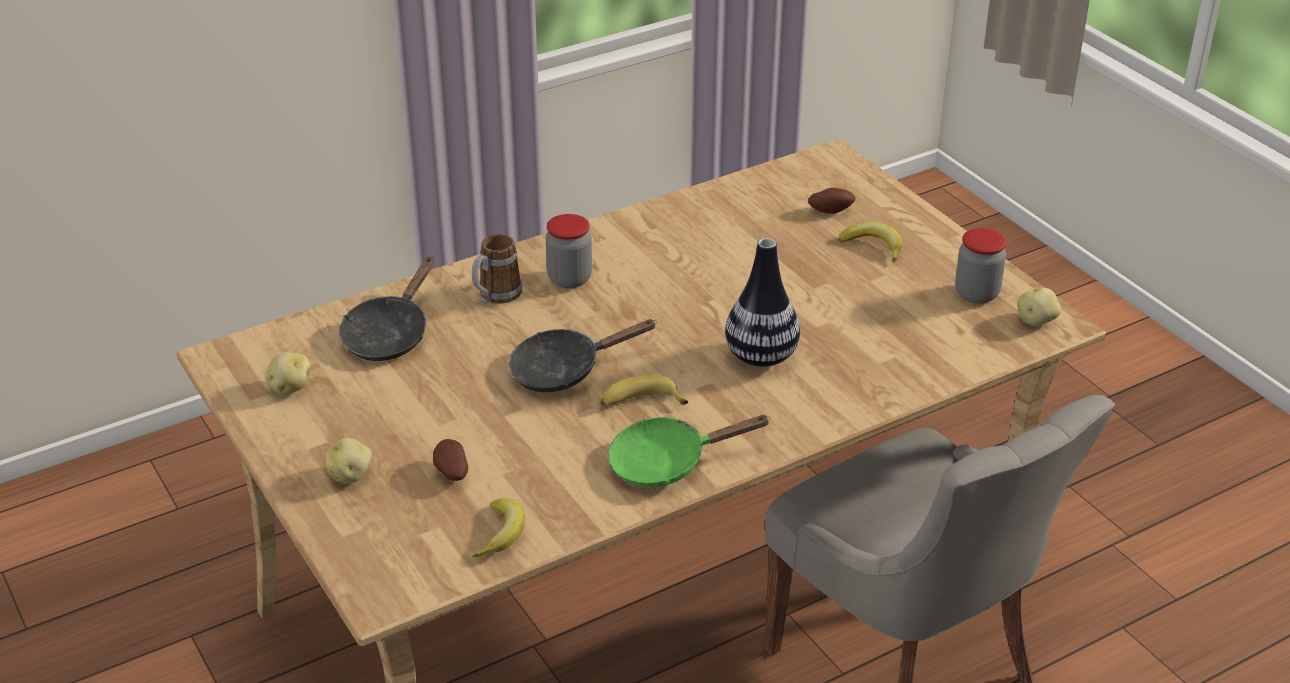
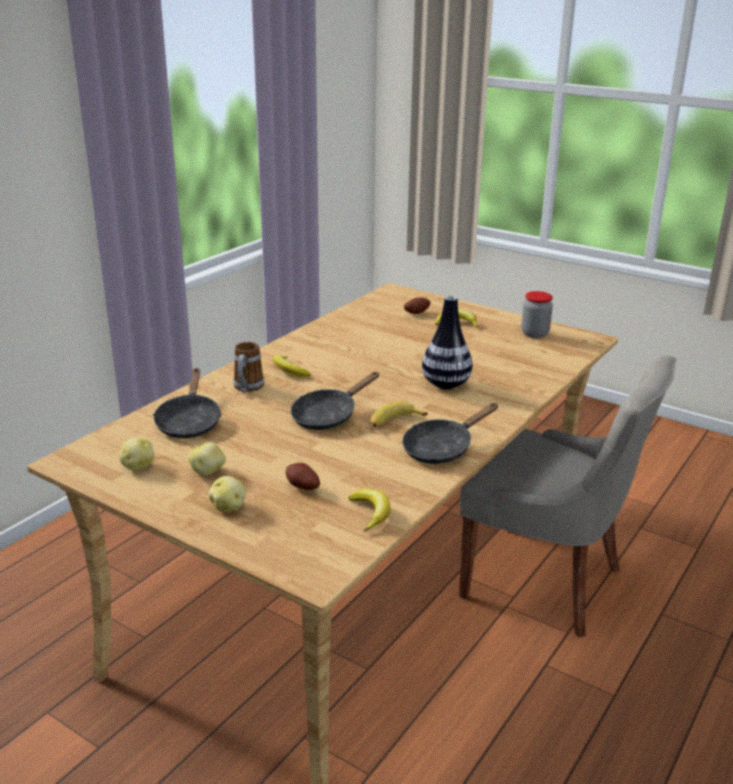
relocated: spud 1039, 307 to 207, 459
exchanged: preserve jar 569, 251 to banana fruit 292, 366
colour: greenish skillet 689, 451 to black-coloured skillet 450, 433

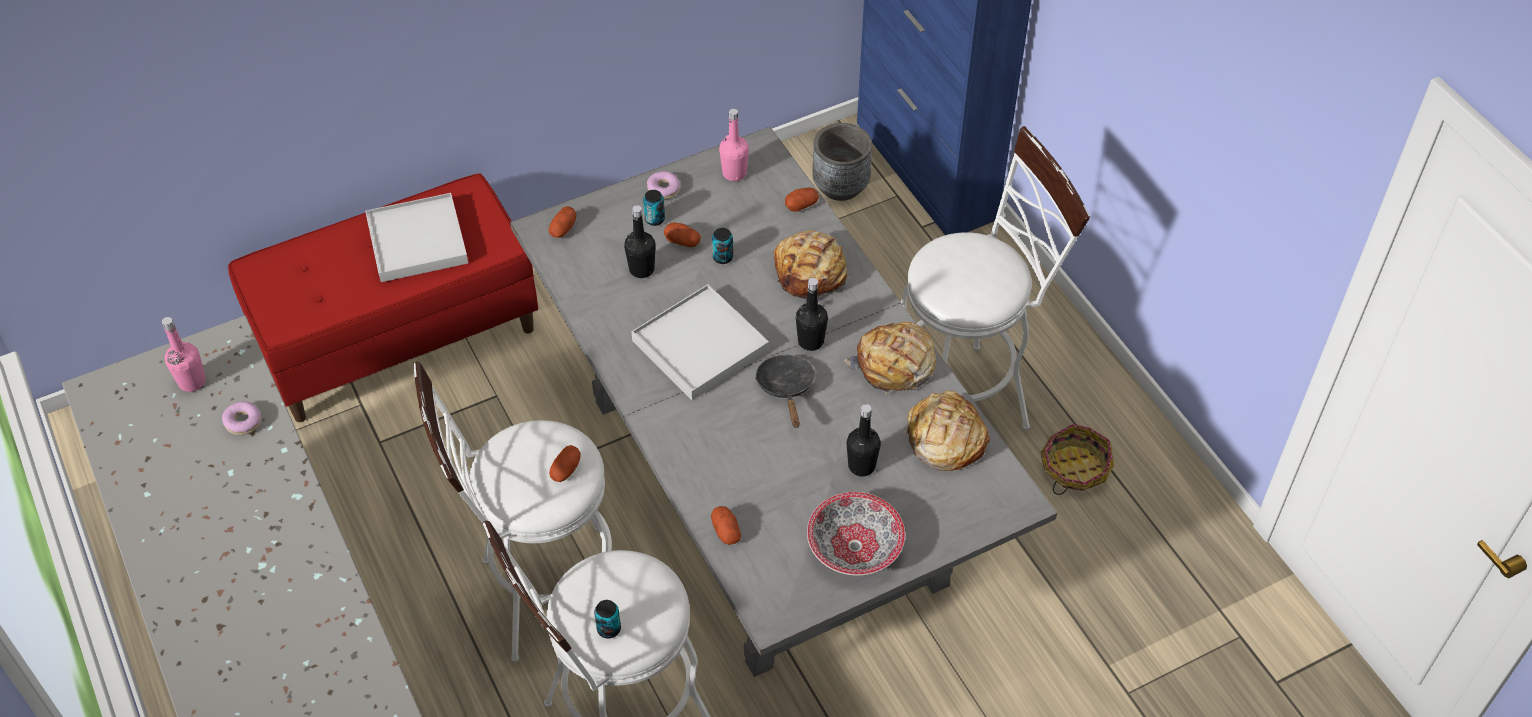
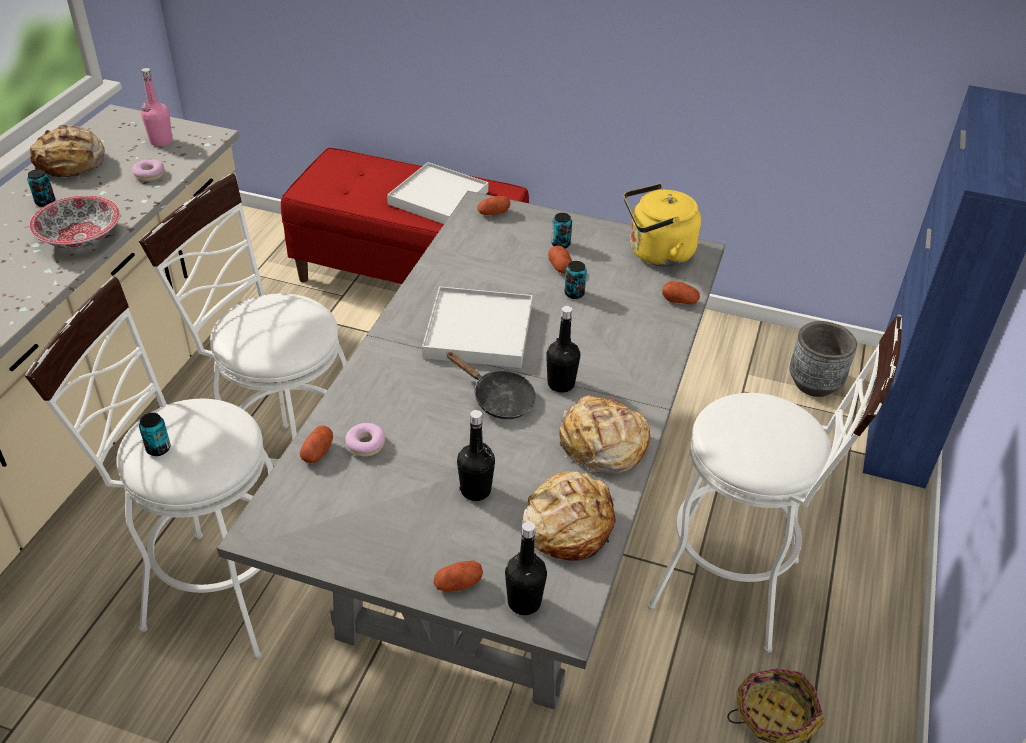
appeared: sealed can 41, 188
relocated: baked bread 812, 267 to 66, 151; serving bowl 856, 534 to 74, 222; doughnut 663, 185 to 365, 440; spud 564, 463 to 458, 576; black-coloured drink bottle 640, 241 to 526, 568
exchanged: pink-coloured drink bottle 734, 145 to yellow tea kettle 662, 225
spun: black-coloured skillet 785, 391 = 491, 385 90 degrees clockwise

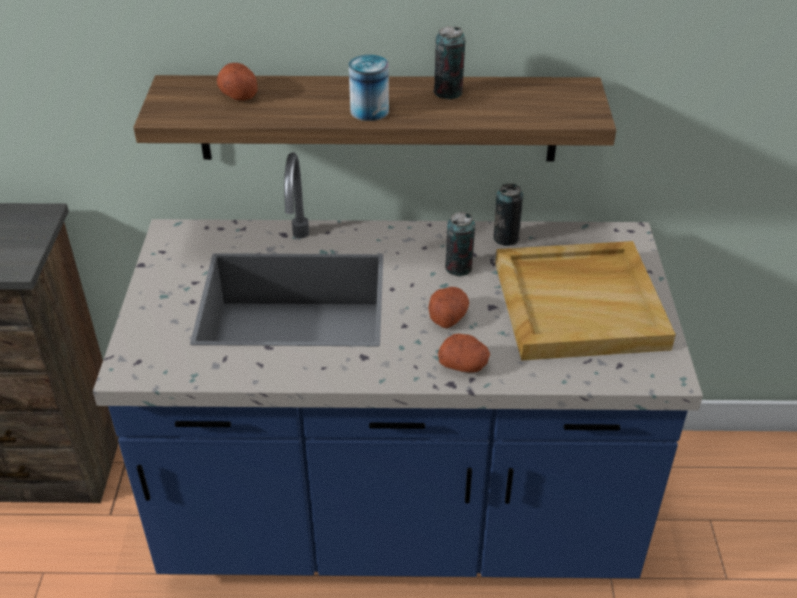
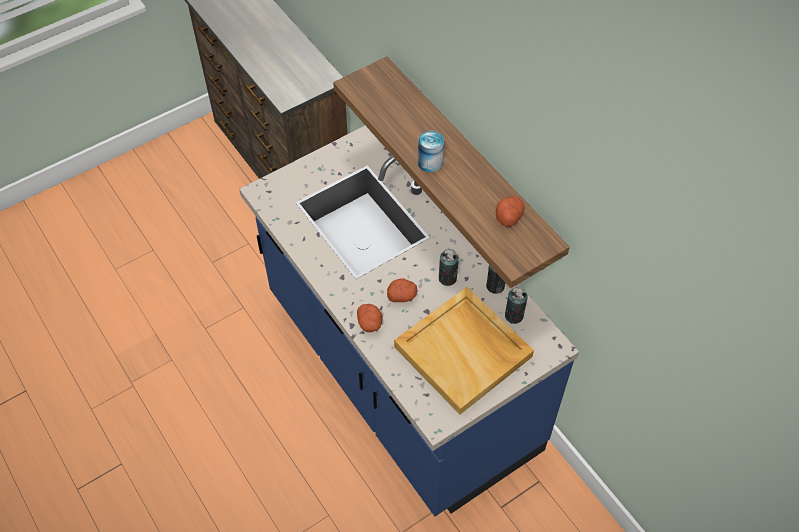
relocated: spud 237, 82 to 510, 211; sealed can 449, 62 to 516, 305

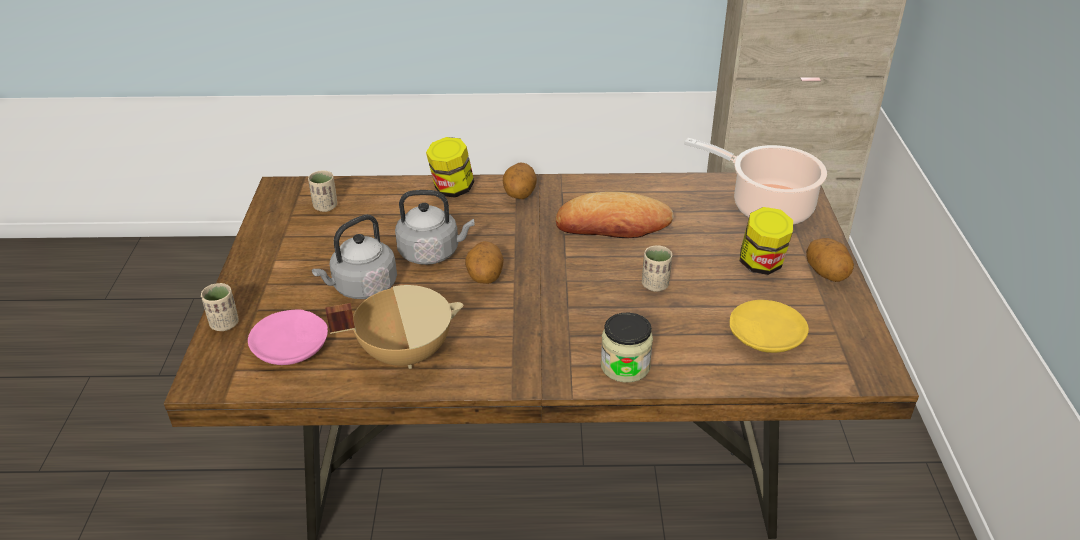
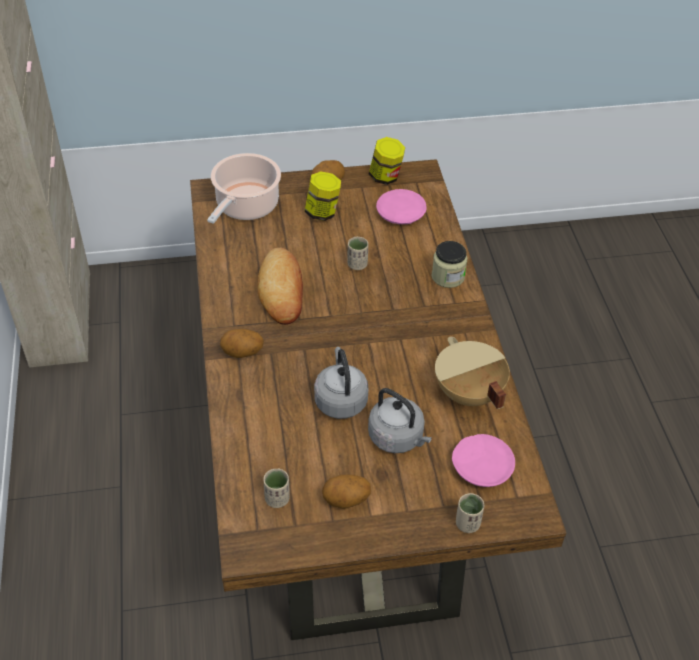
relocated: spud 484, 262 to 346, 492; preserve jar 450, 167 to 387, 161
colour: yellow dinner plate 769, 326 to pink-coloured dinner plate 401, 206

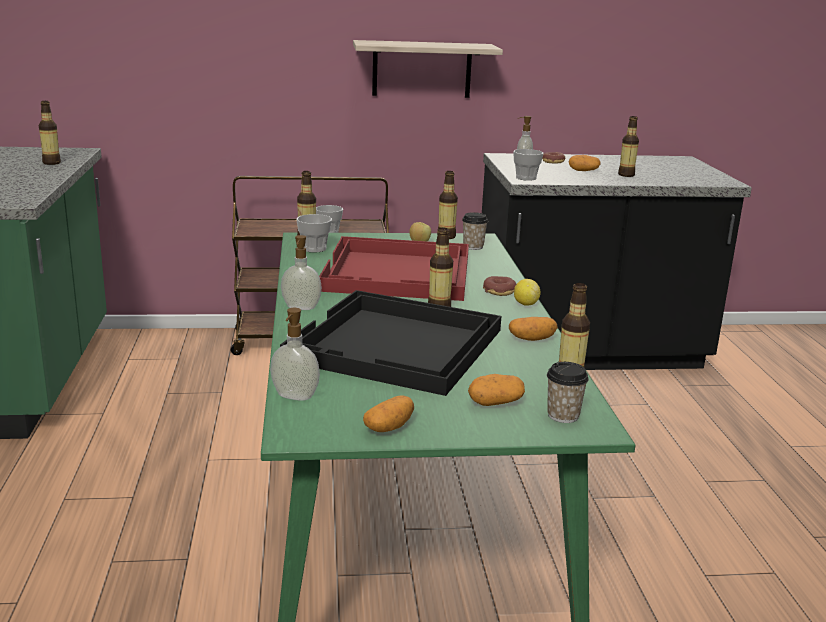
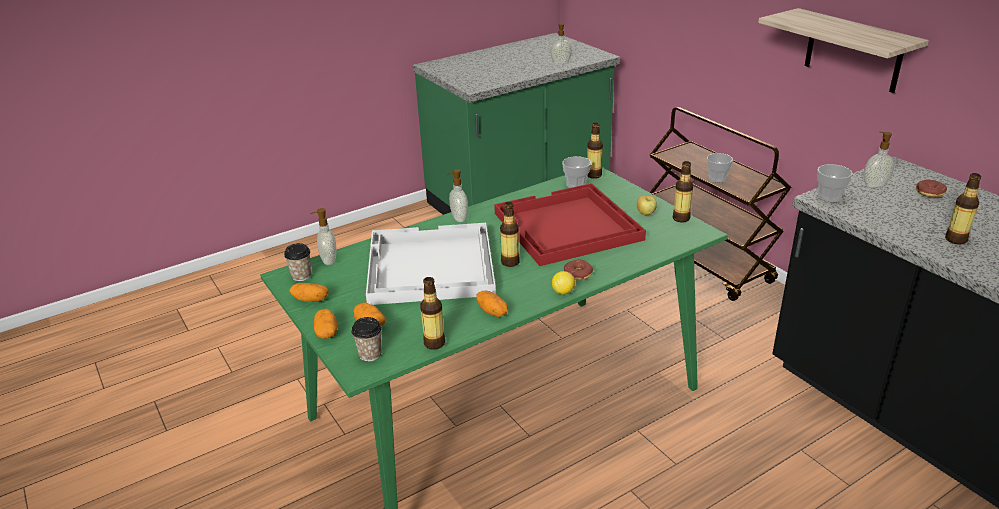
relocated: drinking cup 475, 231 to 297, 262; spud 585, 163 to 325, 324
exchanged: drink bottle 50, 133 to soap bottle 561, 43
colour: black-coloured tray 390, 343 to white tray 431, 264

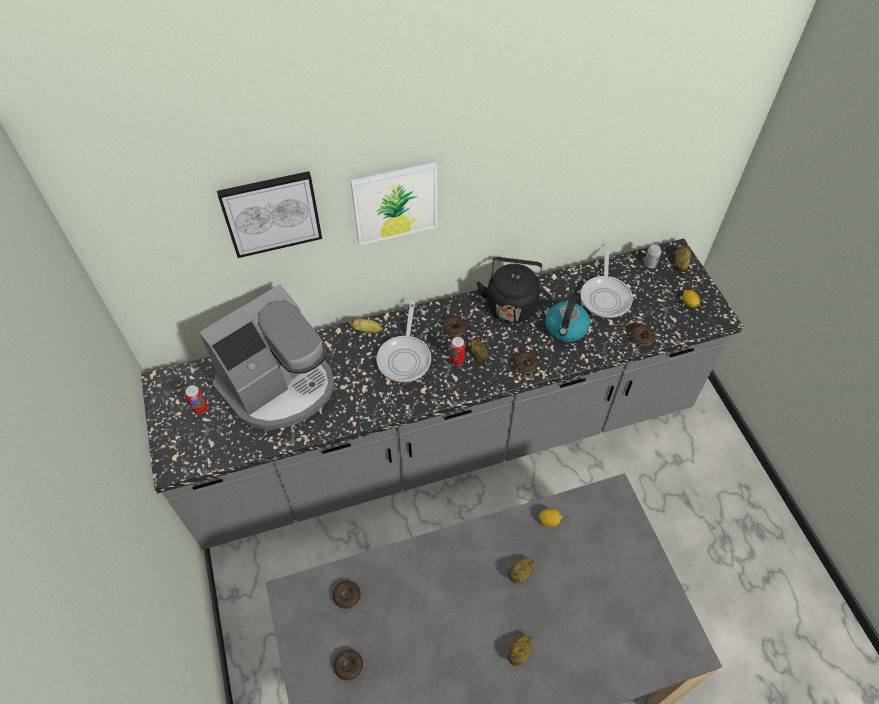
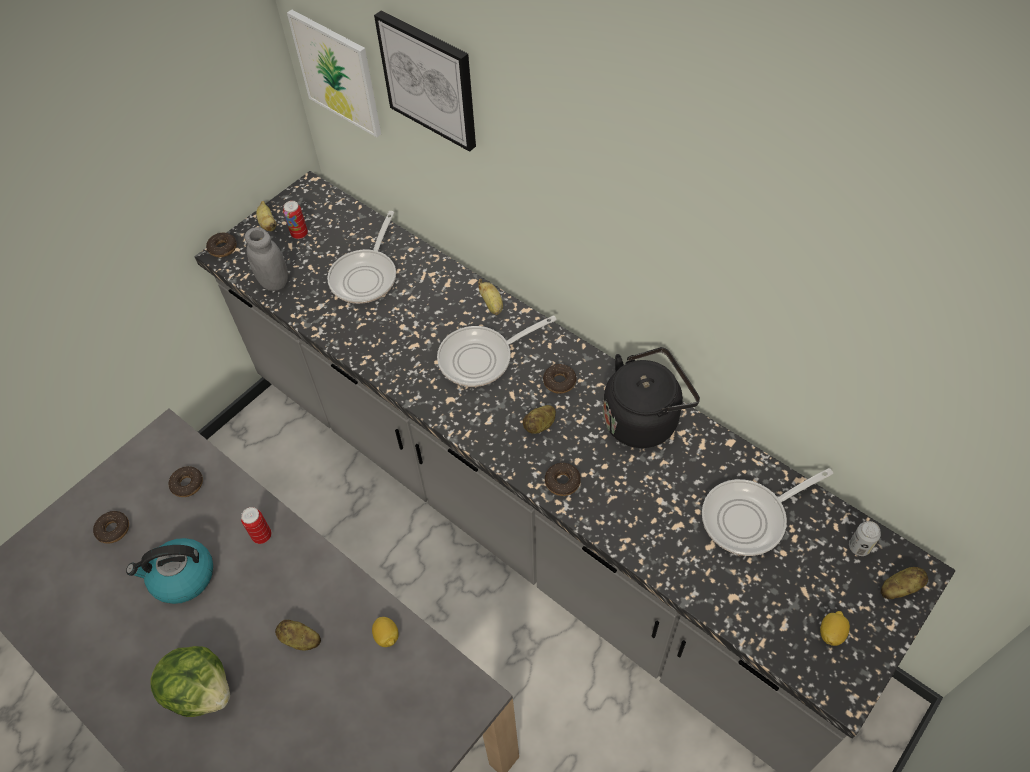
appeared: grey preserve jar 266, 259; banana fruit 266, 216
relocated: tea kettle 567, 318 to 169, 571; doughnut 643, 335 to 221, 245; sealed can 457, 351 to 256, 525; wall picture 393, 204 to 334, 73
exchanged: spud 519, 650 to lettuce head 190, 681; coffee brewer 267, 357 to skillet 361, 257

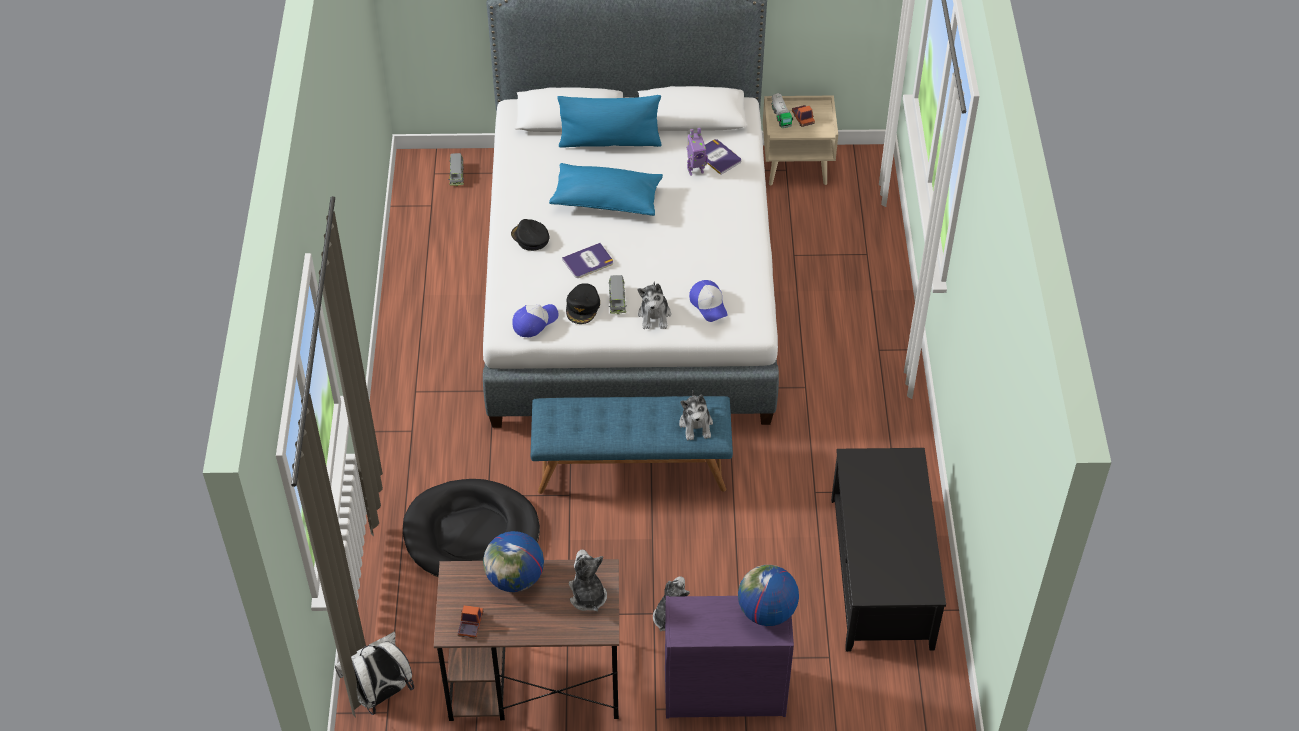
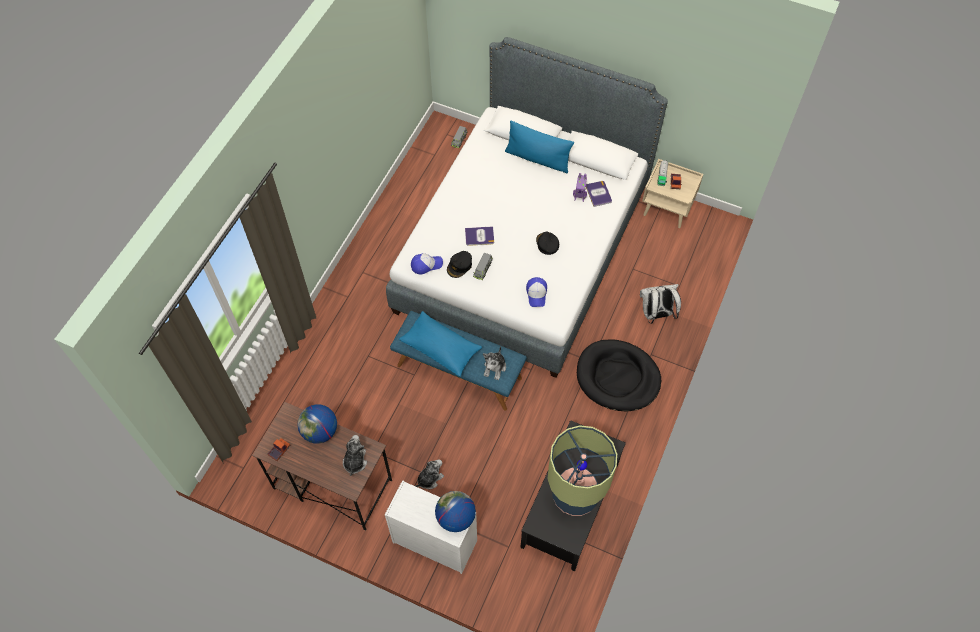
missing: cuddly toy 654, 305
appeared: tabletop lamp 582, 470
relocated: blue-coloured cushion 606, 189 to 440, 344; black-coloured baseball cap 530, 235 to 547, 243; black-coloured pet bed 471, 528 to 619, 375; white backpack 374, 673 to 660, 304
colour: purple-coloured drawer chest 729, 657 to white drawer chest 431, 527

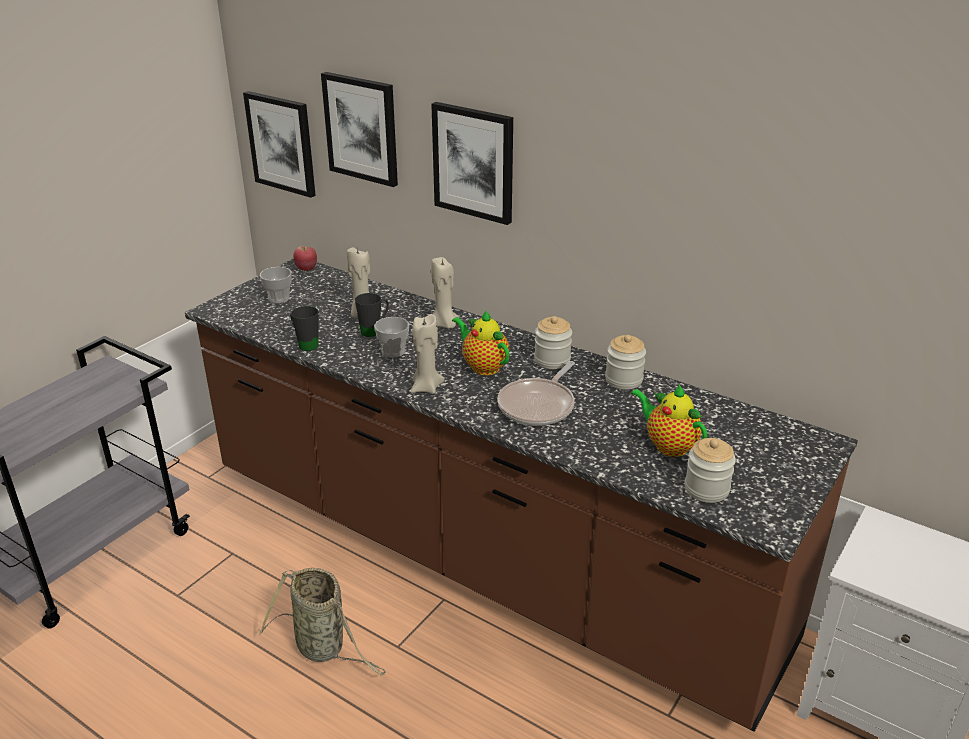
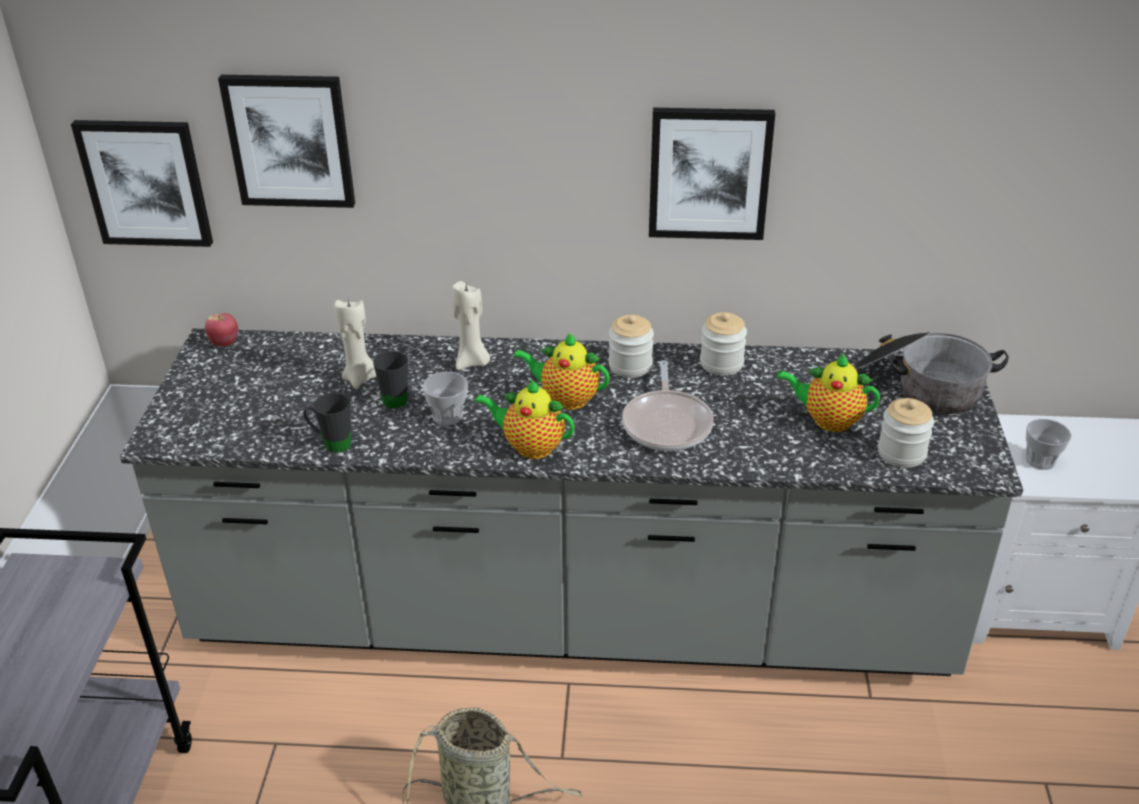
appeared: stockpot 931, 373
relocated: wall picture 472, 163 to 712, 174; drinking cup 276, 285 to 1049, 444
exchanged: beige-coloured candle 428, 354 to tea pot 524, 419
colour: brownish kitchen counter 521, 495 to grey kitchen counter 571, 502

